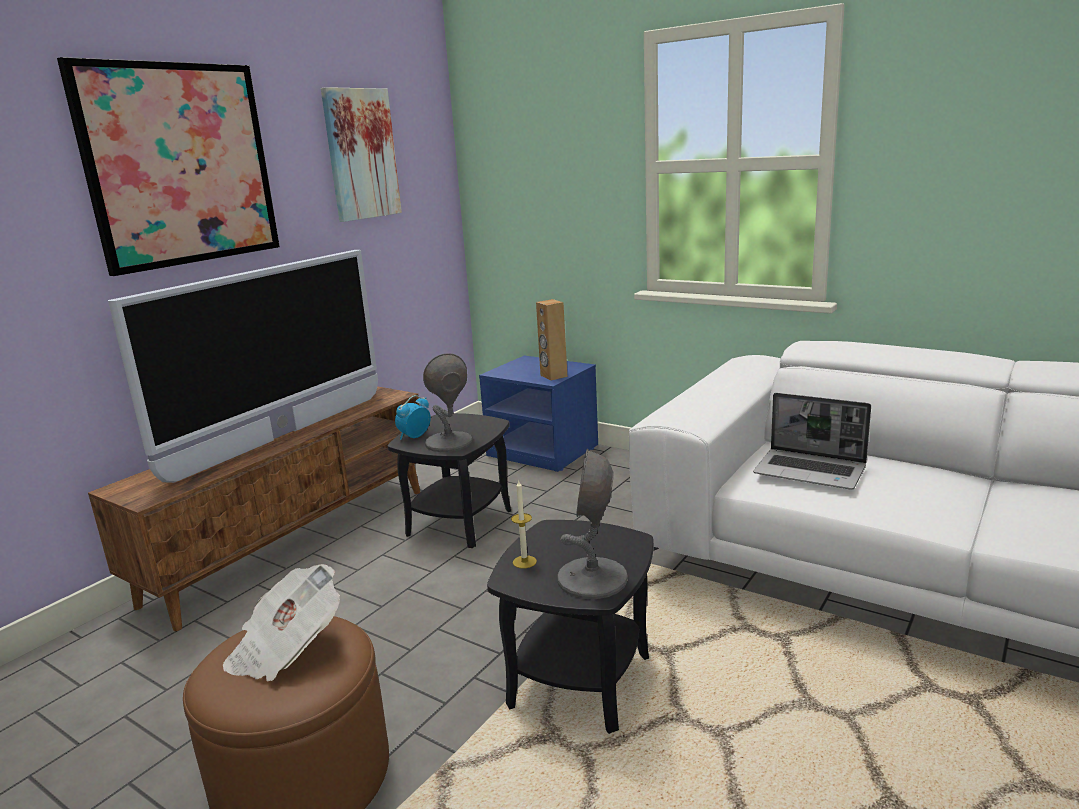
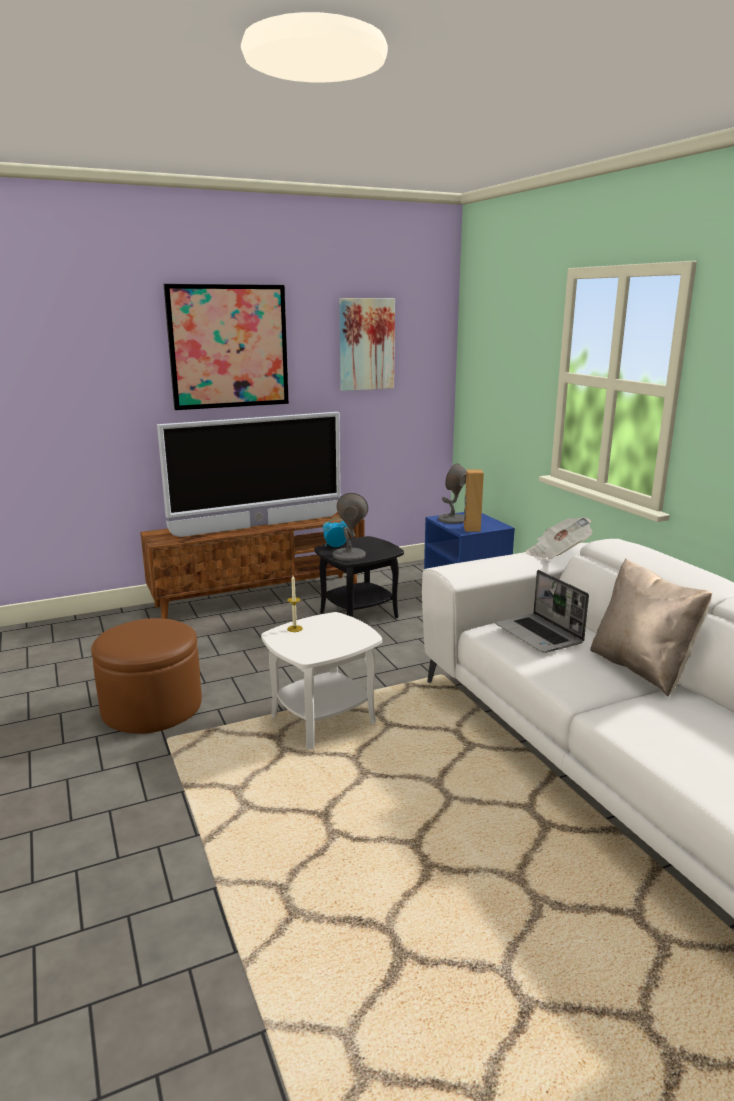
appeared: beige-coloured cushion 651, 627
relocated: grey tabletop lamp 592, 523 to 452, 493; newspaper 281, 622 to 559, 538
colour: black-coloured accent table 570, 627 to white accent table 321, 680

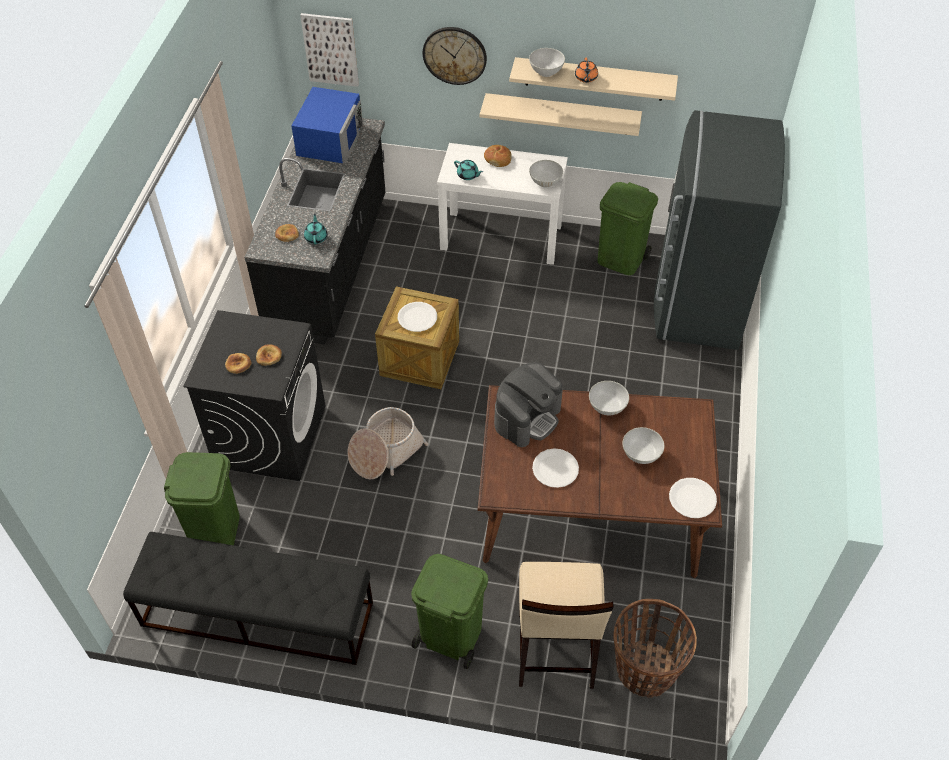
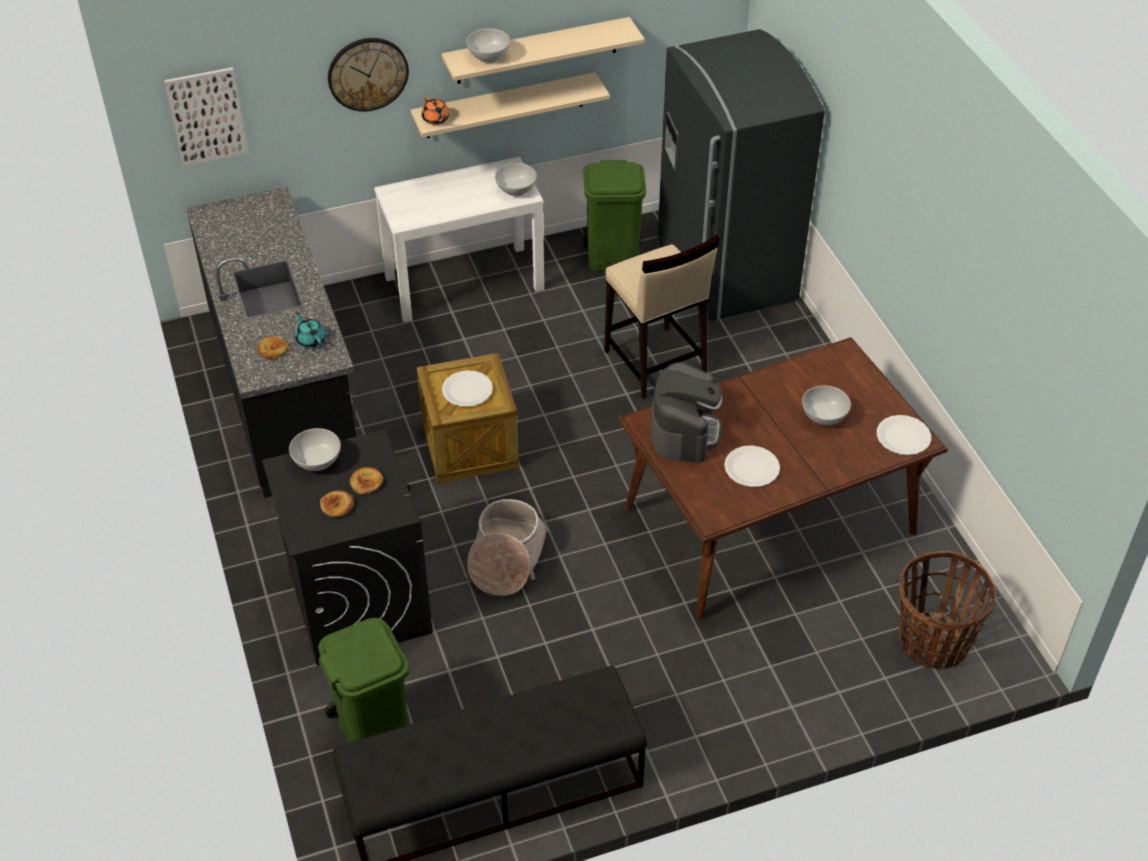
missing: blue-coloured kitchen microwave 327, 125; greenish trash can 449, 611; blue-green tea pot 468, 170; baked bread 498, 156
relocated: white serving bowl 609, 398 to 315, 449; orangey tea pot 586, 70 to 435, 111; beige-coloured stool 566, 625 to 662, 317

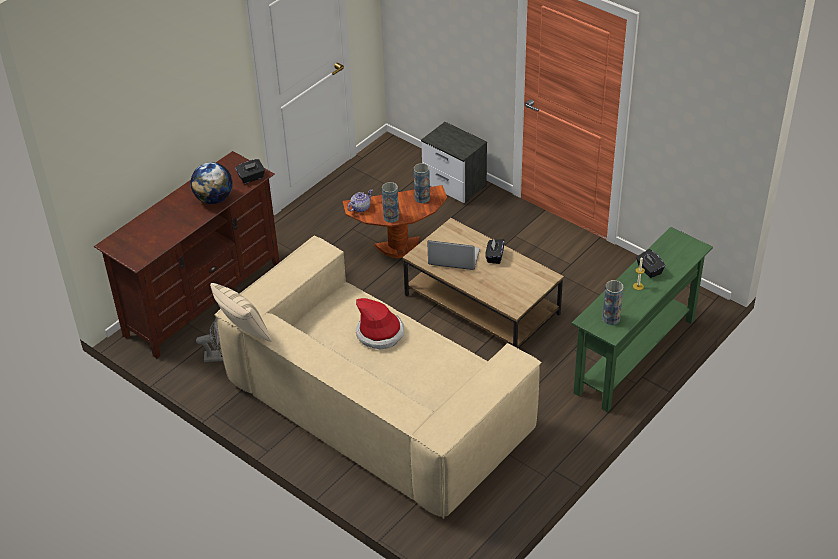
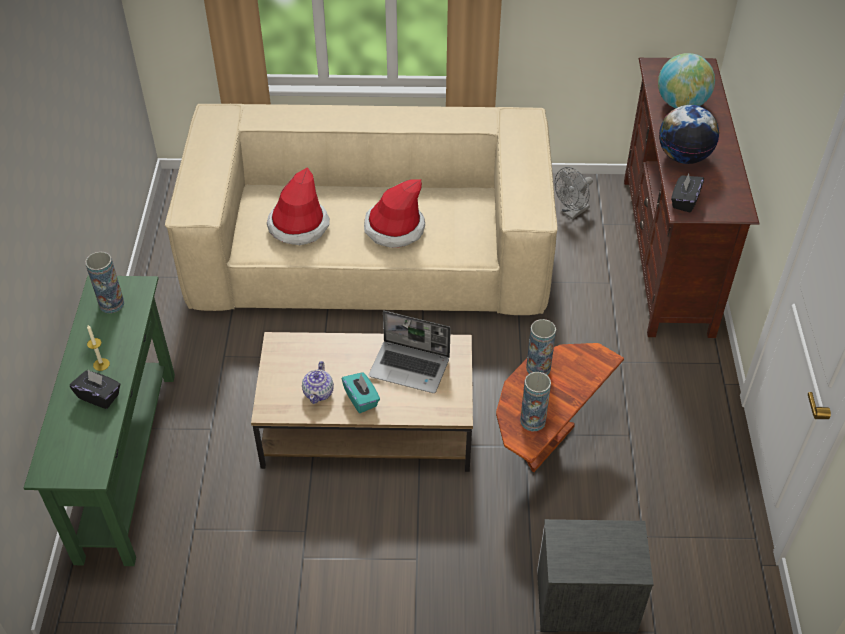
missing: beige-coloured cushion 241, 312
appeared: hat 298, 206; world globe 686, 80
relocated: tea pot 360, 200 to 318, 382
colour: black-coloured box of tissues 495, 251 to blue-green box of tissues 361, 392
spun: notebook computer 453, 255 = 410, 352 45 degrees clockwise

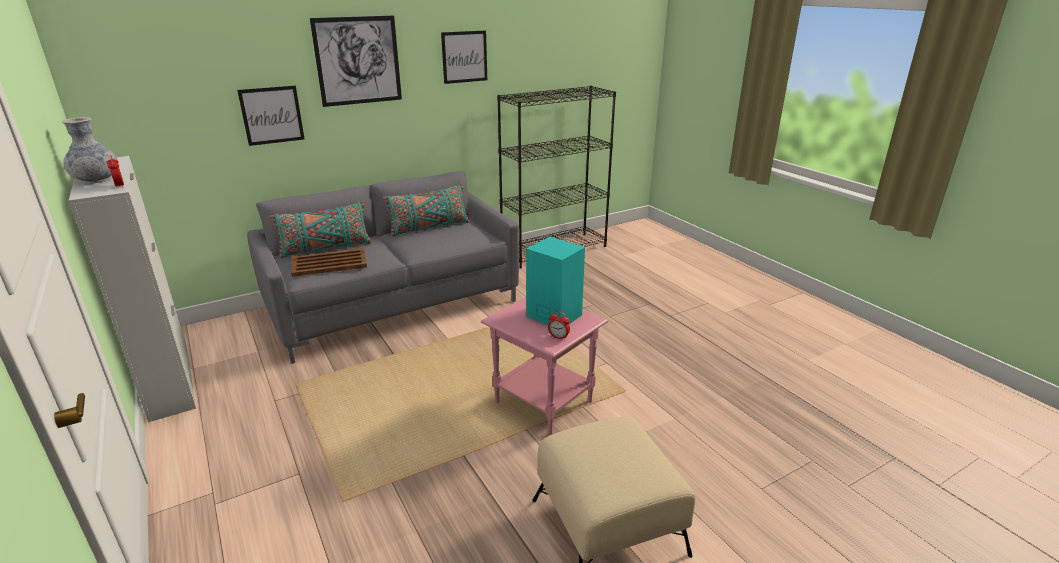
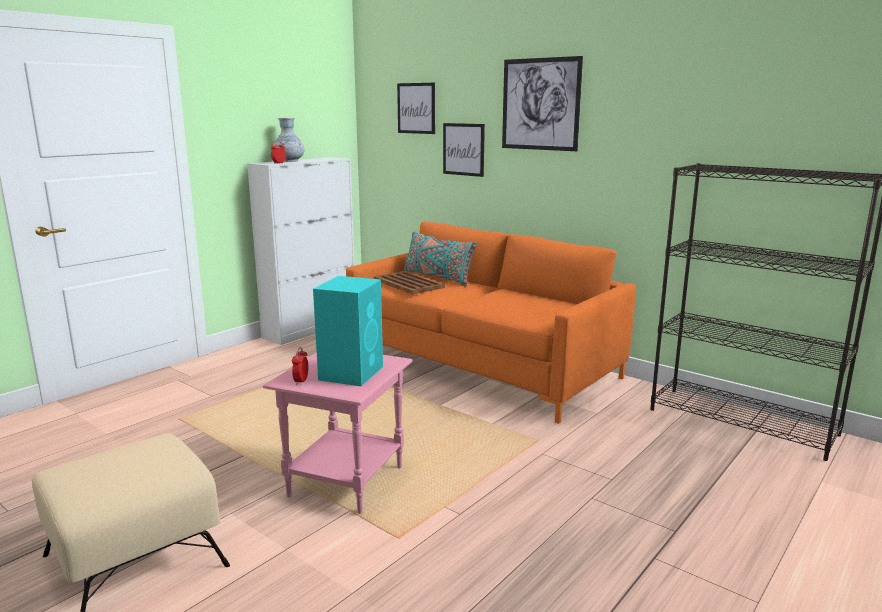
missing: blue-green cushion 426, 210
relocated: wall picture 464, 57 to 416, 108
colour: grey settee 383, 267 to orangey settee 491, 323

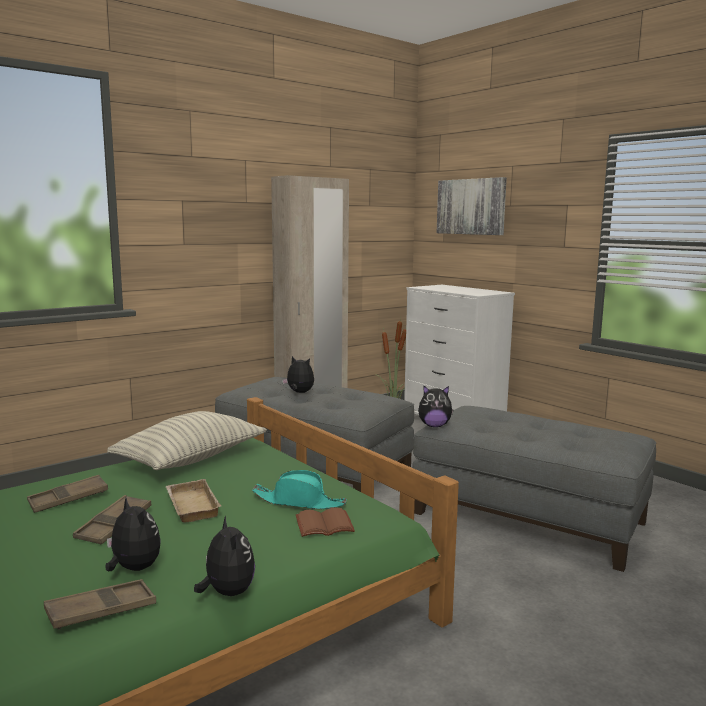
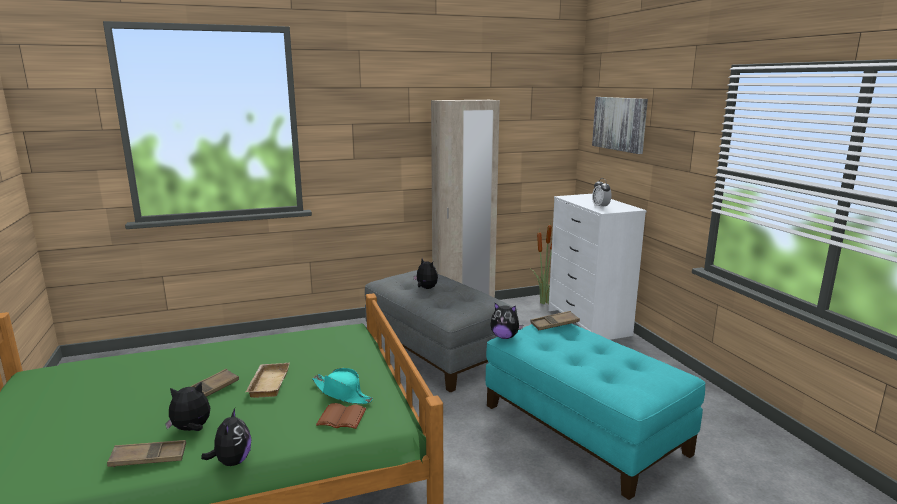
missing: cushion 187, 440
appeared: bedside clock 602, 193
relocated: brownish tray 67, 494 to 555, 320
colour: grey pouffe 534, 489 to blue-green pouffe 595, 412
spun: cuddly toy 132, 534 = 187, 406 90 degrees counterclockwise

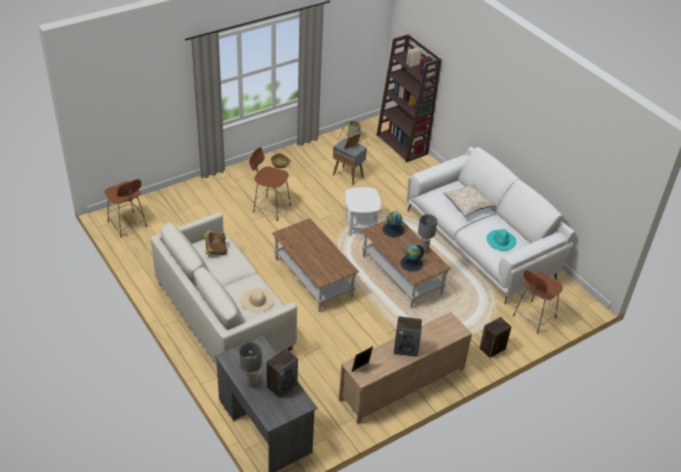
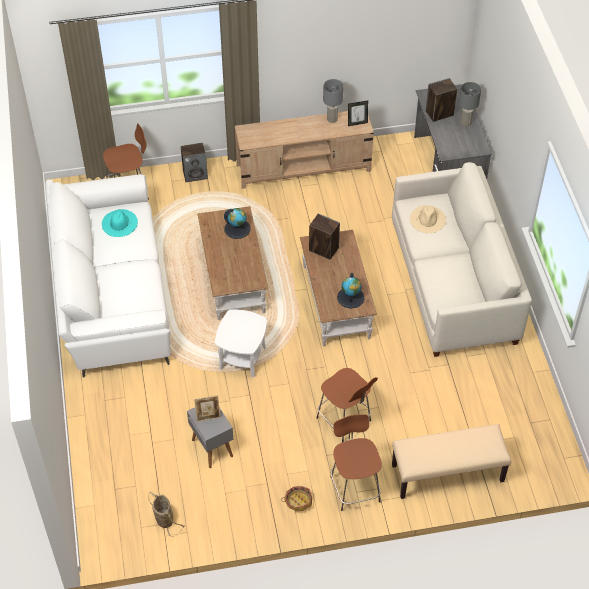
missing: volume 215, 242; brownish shelving unit 408, 98; beige-coloured cushion 469, 200
appeared: beige-coloured bench 451, 461
relocated: audio speaker 408, 336 to 324, 237; grey tabletop lamp 427, 234 to 333, 101; brownish stool 126, 208 to 356, 462; world globe 393, 224 to 350, 291

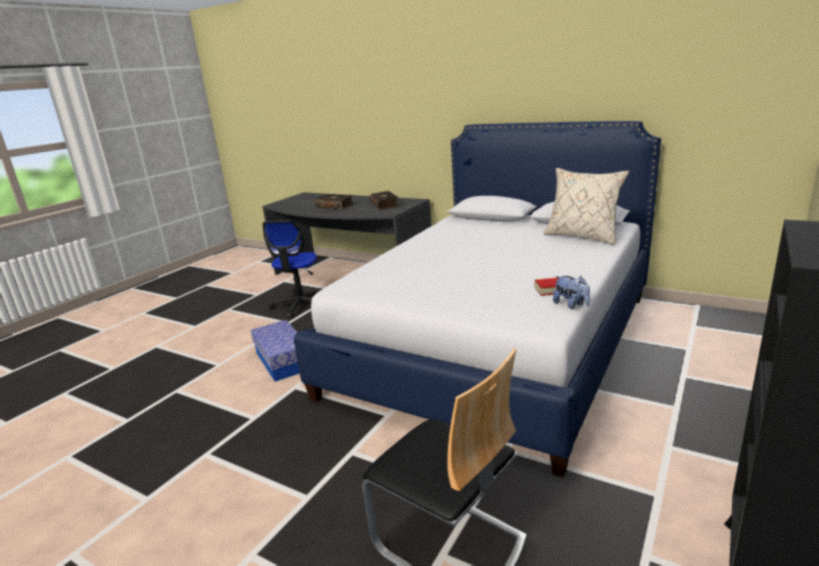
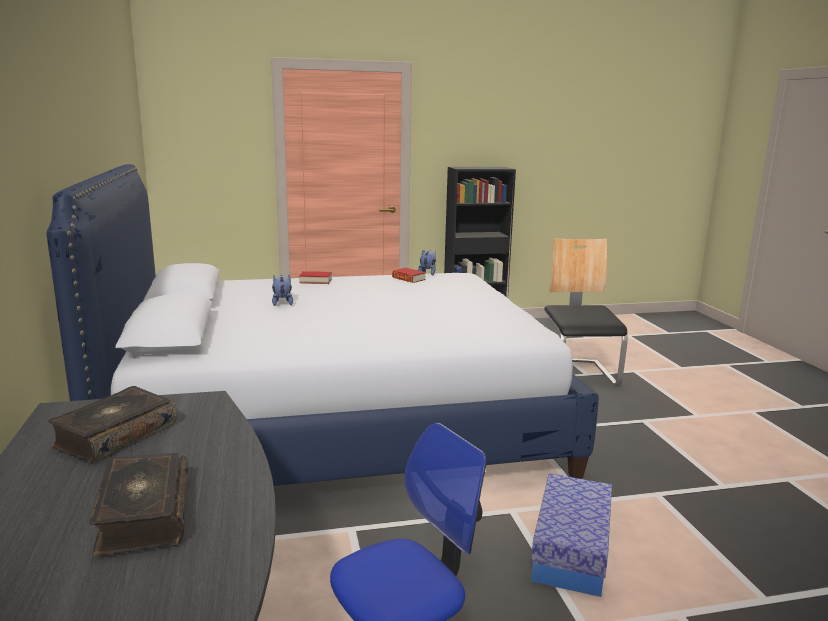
missing: beige-coloured cushion 586, 206
appeared: cuddly toy 282, 290; volume 315, 277

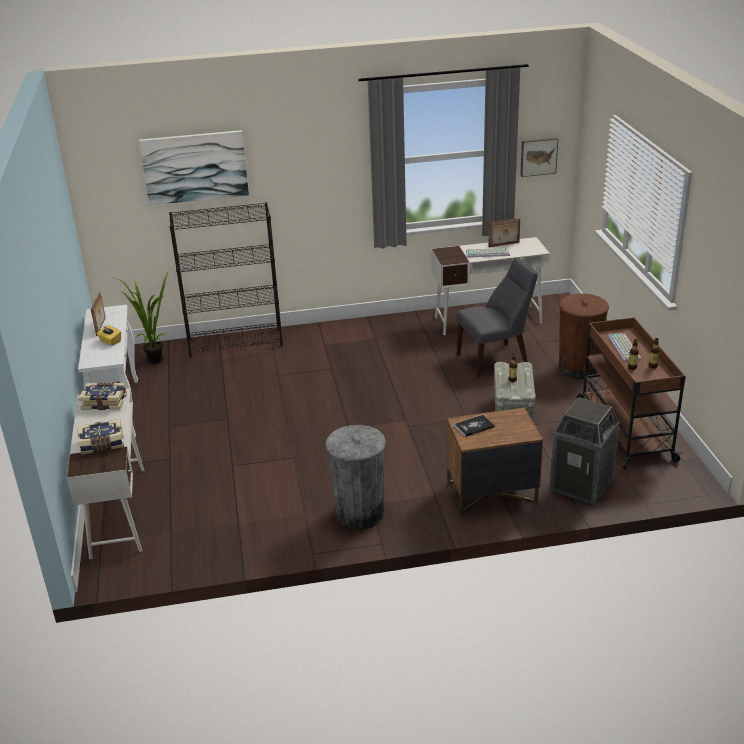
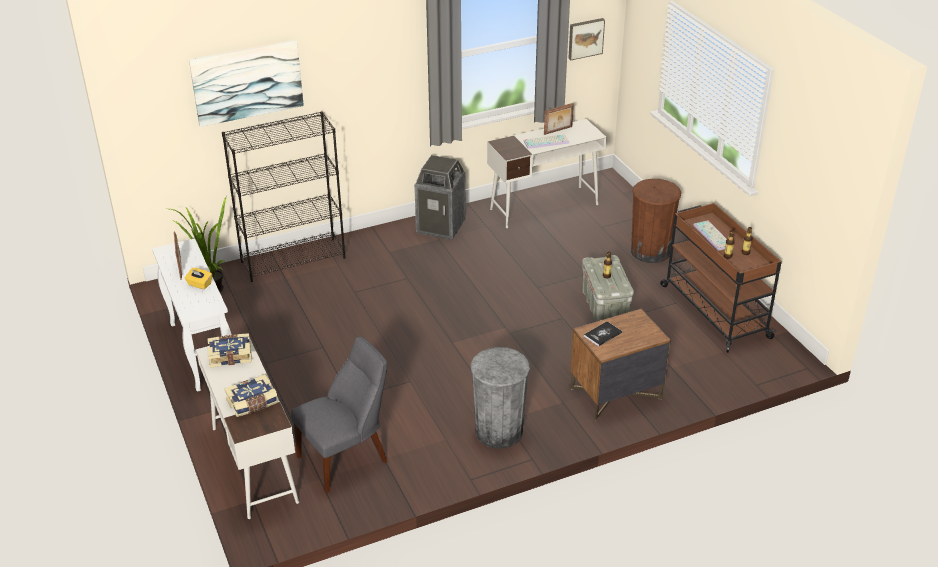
relocated: grey chair 497, 317 to 339, 415; trash can 584, 451 to 440, 197

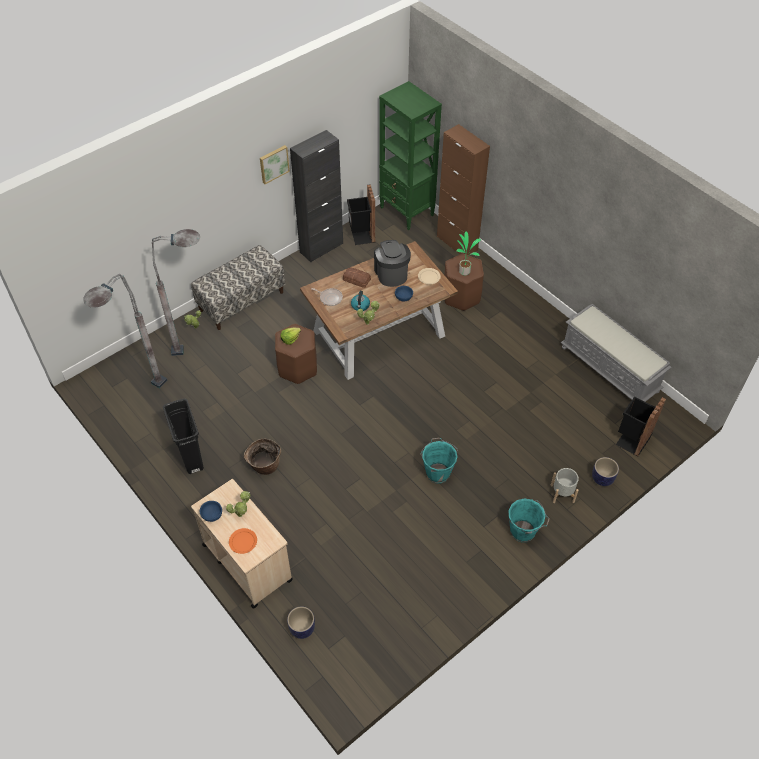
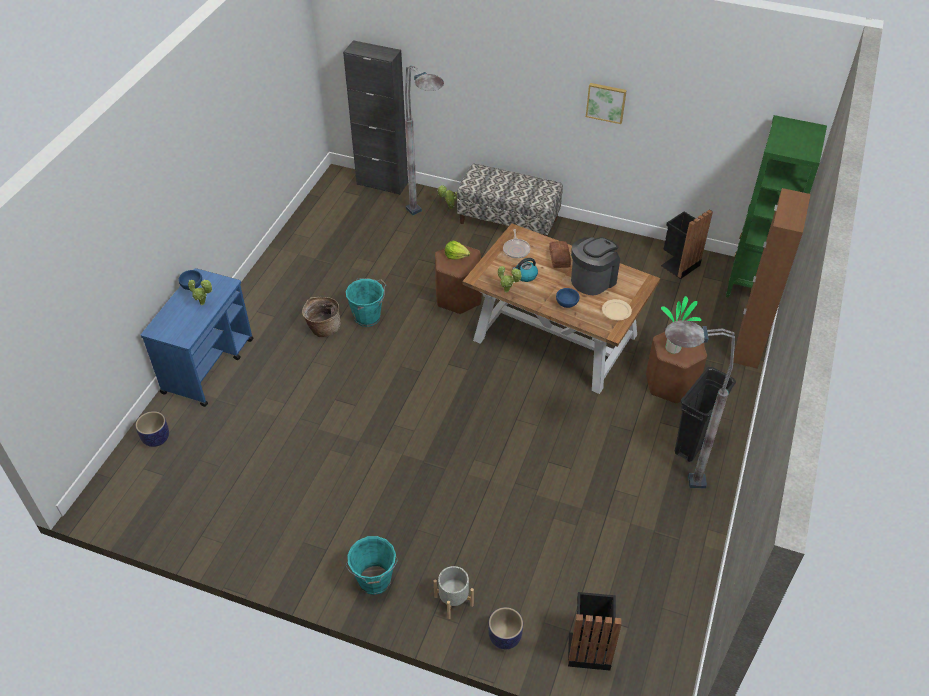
missing: orangey dinner plate 243, 541; grey bench 616, 353
relocated: black-coloured cabinet 316, 196 to 375, 117; blue-green pail 439, 461 to 366, 302; grey floor lamp 125, 331 to 700, 404; black-coloured trash can 183, 436 to 705, 414
colour: beige-coloured cart 242, 544 to blue-coloured cart 197, 337

